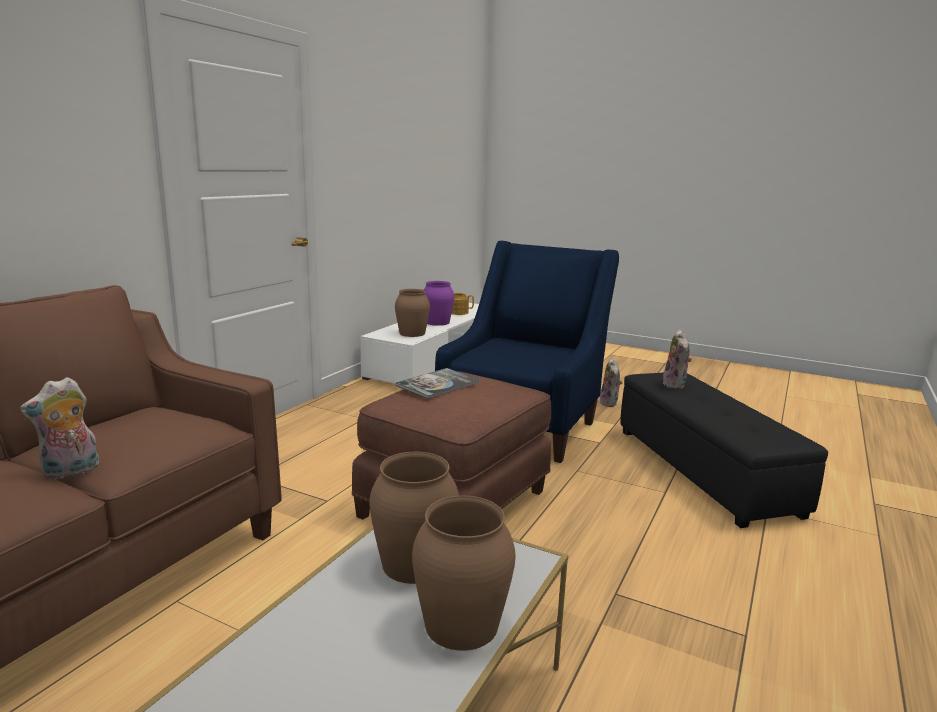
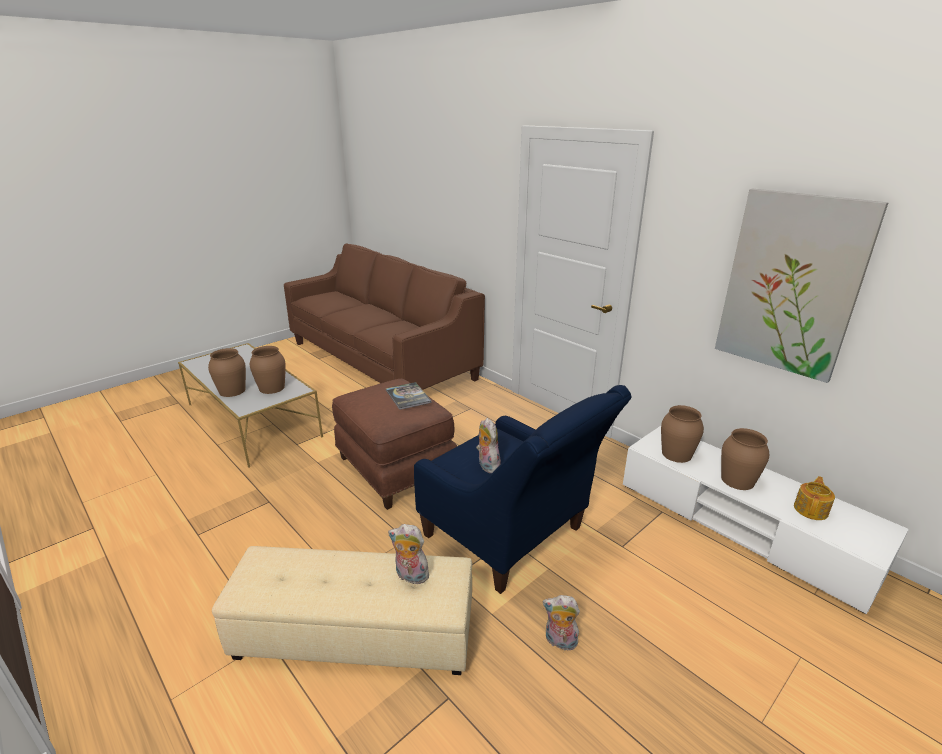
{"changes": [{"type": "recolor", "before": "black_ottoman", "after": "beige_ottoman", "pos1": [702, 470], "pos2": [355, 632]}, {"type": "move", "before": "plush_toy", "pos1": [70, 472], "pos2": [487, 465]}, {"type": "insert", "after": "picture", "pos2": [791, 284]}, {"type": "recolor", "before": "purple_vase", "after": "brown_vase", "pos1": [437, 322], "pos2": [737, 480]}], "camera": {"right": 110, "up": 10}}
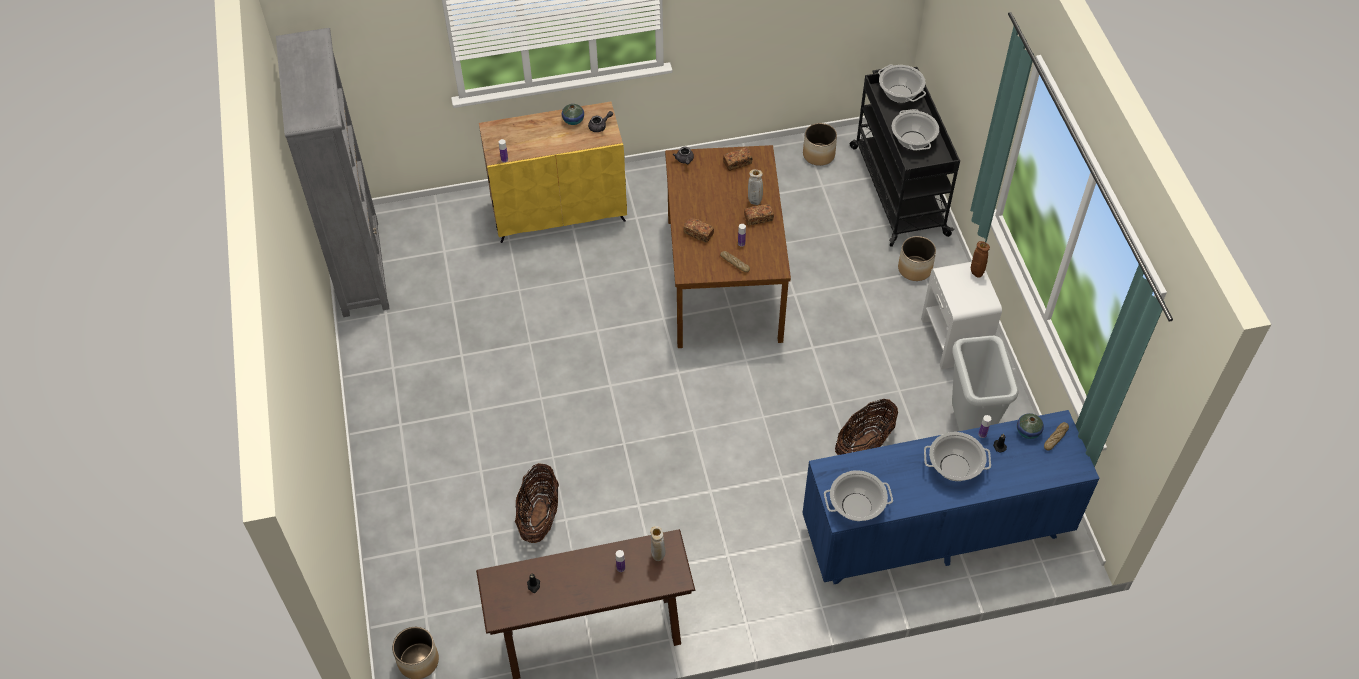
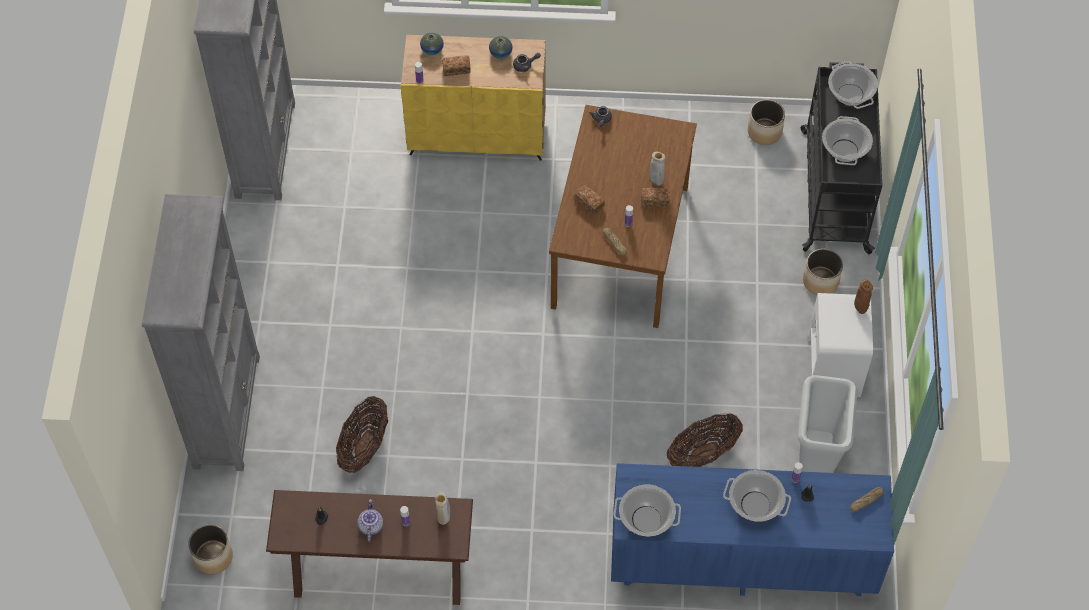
{"changes": [{"type": "insert", "after": "grey_bookcase", "pos2": [227, 411]}, {"type": "insert", "after": "teapot", "pos2": [370, 526]}, {"type": "move", "before": "vase", "pos1": [1028, 431], "pos2": [432, 49]}, {"type": "move", "before": "bread", "pos1": [737, 163], "pos2": [456, 69]}], "camera": {"right": 15, "up": 5}}
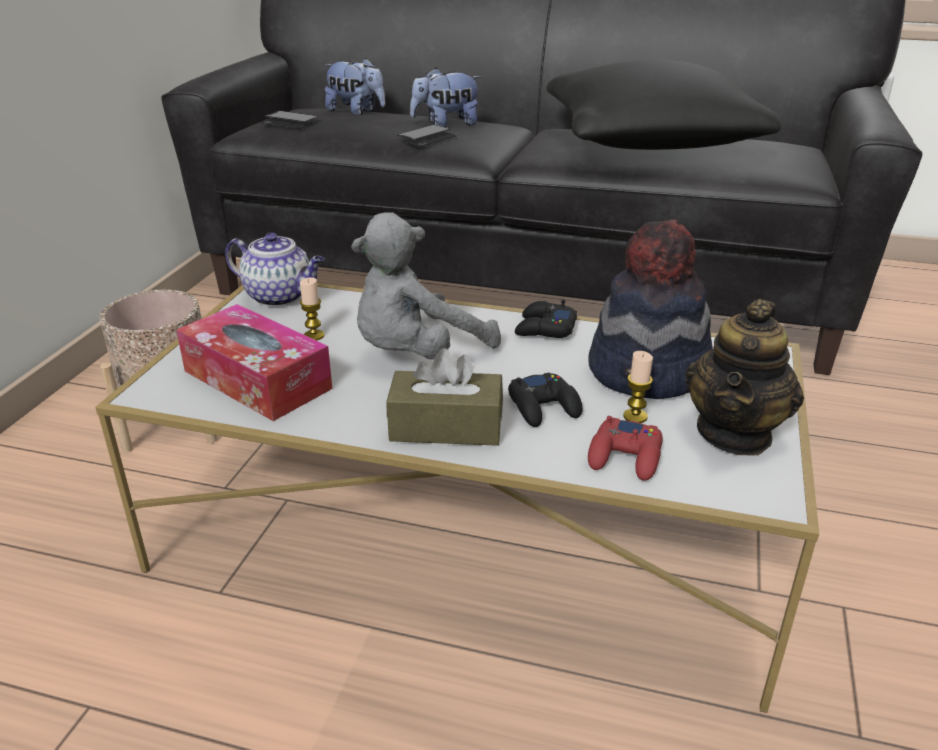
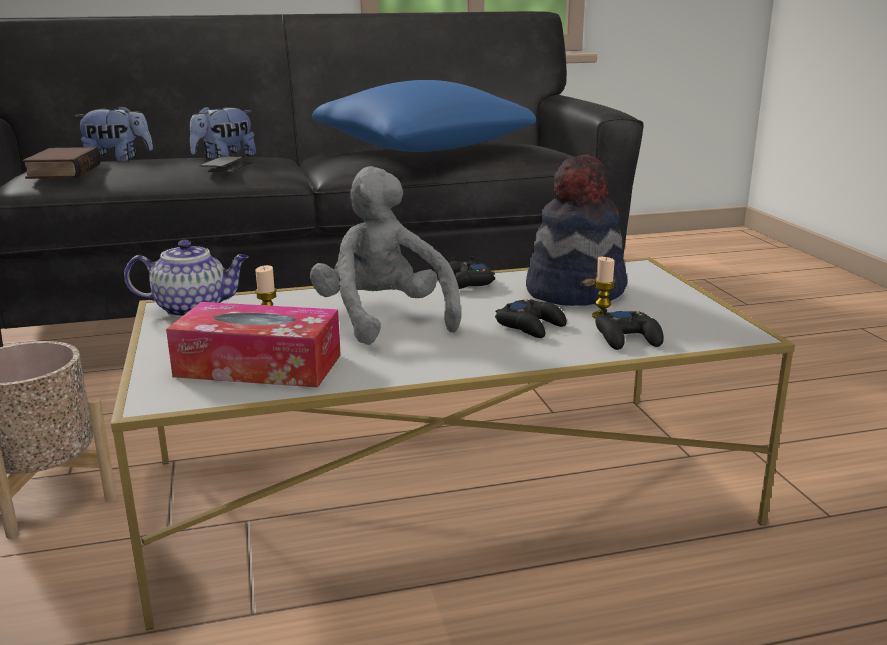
{"changes": [{"type": "replace", "before": "phone", "after": "book", "pos1": [289, 122], "pos2": [62, 171]}, {"type": "rotate", "before": "grey_plush_toy", "pos1": [417, 354], "pos2": [383, 319], "turn": 135}, {"type": "recolor", "before": "black_pillow", "after": "blue_pillow", "pos1": [649, 141], "pos2": [422, 148]}, {"type": "recolor", "before": "red_game_controller", "after": "black_game_controller", "pos1": [626, 457], "pos2": [628, 338]}, {"type": "delete", "before": "brown_tissue_box", "pos1": [446, 427]}, {"type": "delete", "before": "teapot", "pos1": [735, 433]}], "camera": {"right": -30, "up": -10}}
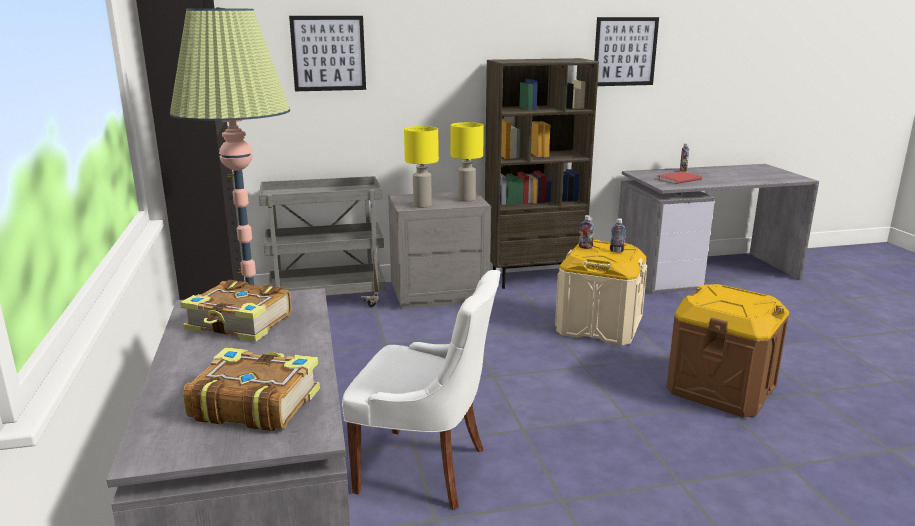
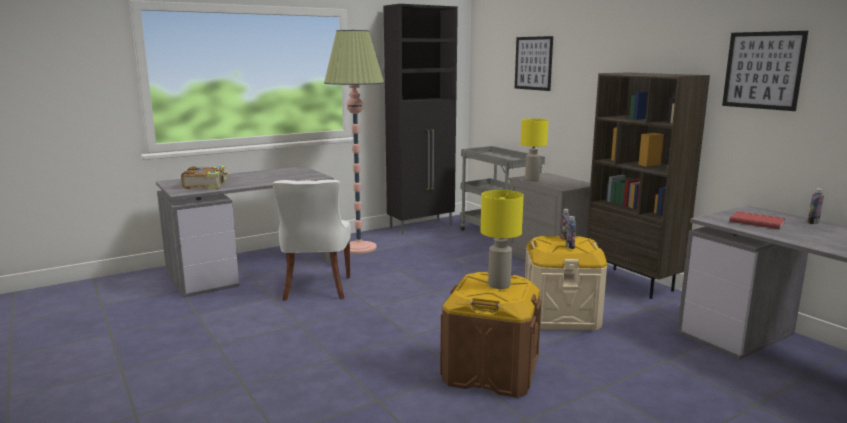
{"changes": [{"type": "move", "before": "yellow_table_lamp", "pos1": [466, 199], "pos2": [498, 285]}, {"type": "delete", "before": "book", "pos1": [240, 324]}], "camera": {"right": 70, "up": -5}}
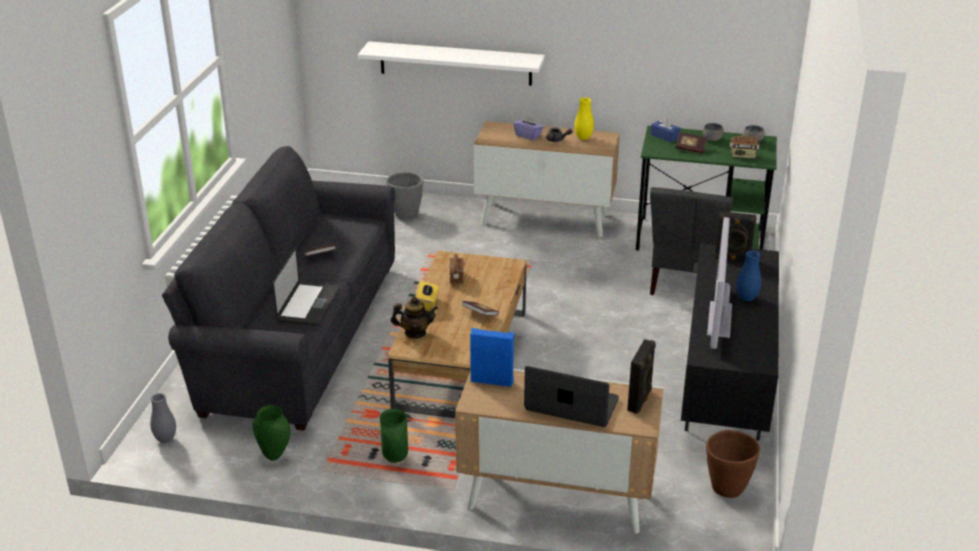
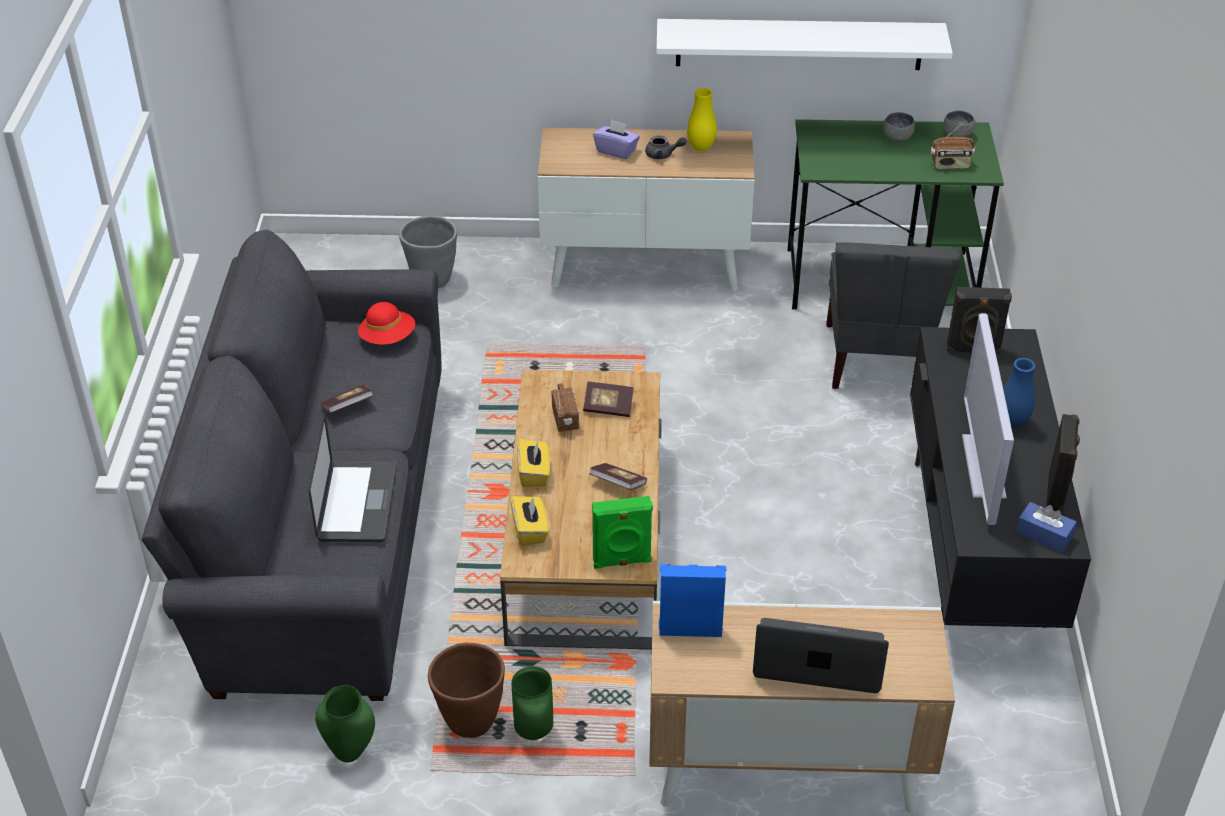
{"changes": [{"type": "insert", "after": "red_hat", "pos2": [388, 338]}, {"type": "move", "before": "brown_planter", "pos1": [727, 488], "pos2": [470, 721]}, {"type": "replace", "before": "teapot", "after": "yellow_tissue_box", "pos1": [415, 333], "pos2": [530, 530]}, {"type": "move", "before": "book", "pos1": [690, 148], "pos2": [608, 407]}, {"type": "insert", "after": "green_speaker", "pos2": [622, 562]}, {"type": "move", "before": "white_shelf", "pos1": [455, 63], "pos2": [799, 44]}, {"type": "move", "before": "blue_tissue_box", "pos1": [664, 136], "pos2": [1044, 534]}, {"type": "move", "before": "black_speaker", "pos1": [640, 400], "pos2": [1056, 493]}, {"type": "delete", "before": "grey_vase", "pos1": [165, 439]}], "camera": {"right": -10, "up": 10}}
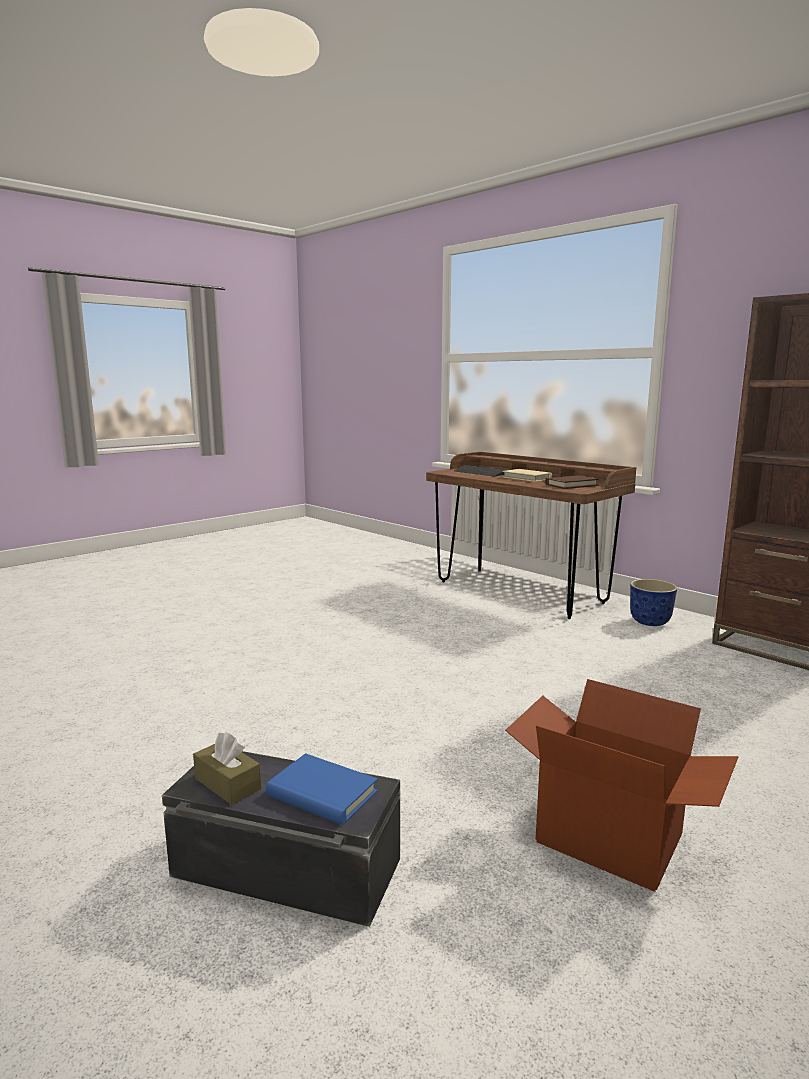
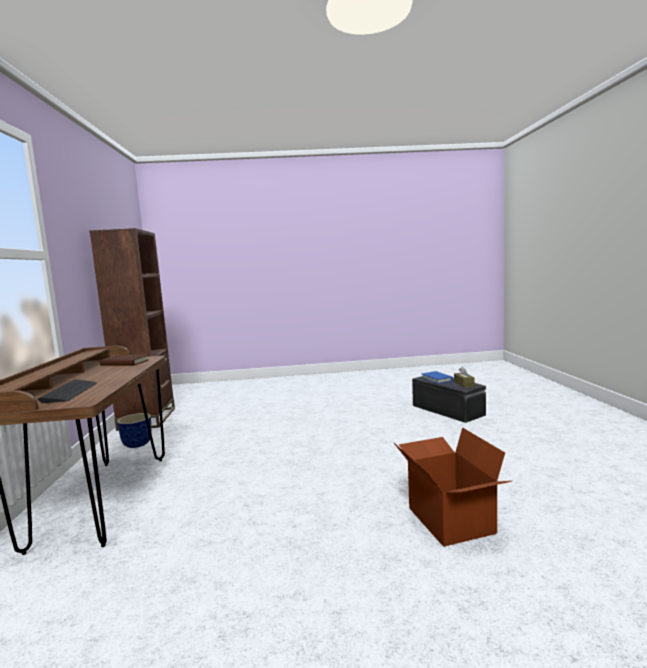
{"changes": [{"type": "move", "before": "cardboard_box", "pos1": [610, 836], "pos2": [448, 520]}, {"type": "delete", "before": "beige_book", "pos1": [527, 478]}], "camera": {"right": -140, "up": -5}}
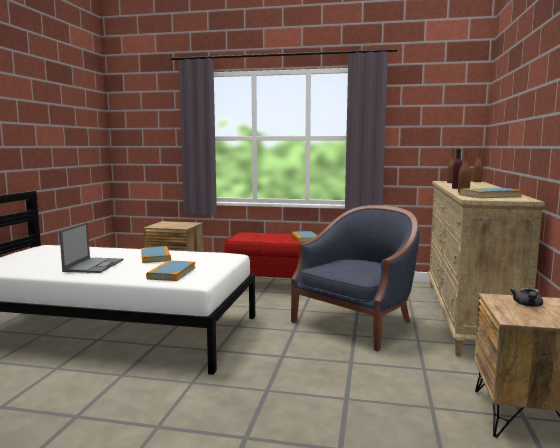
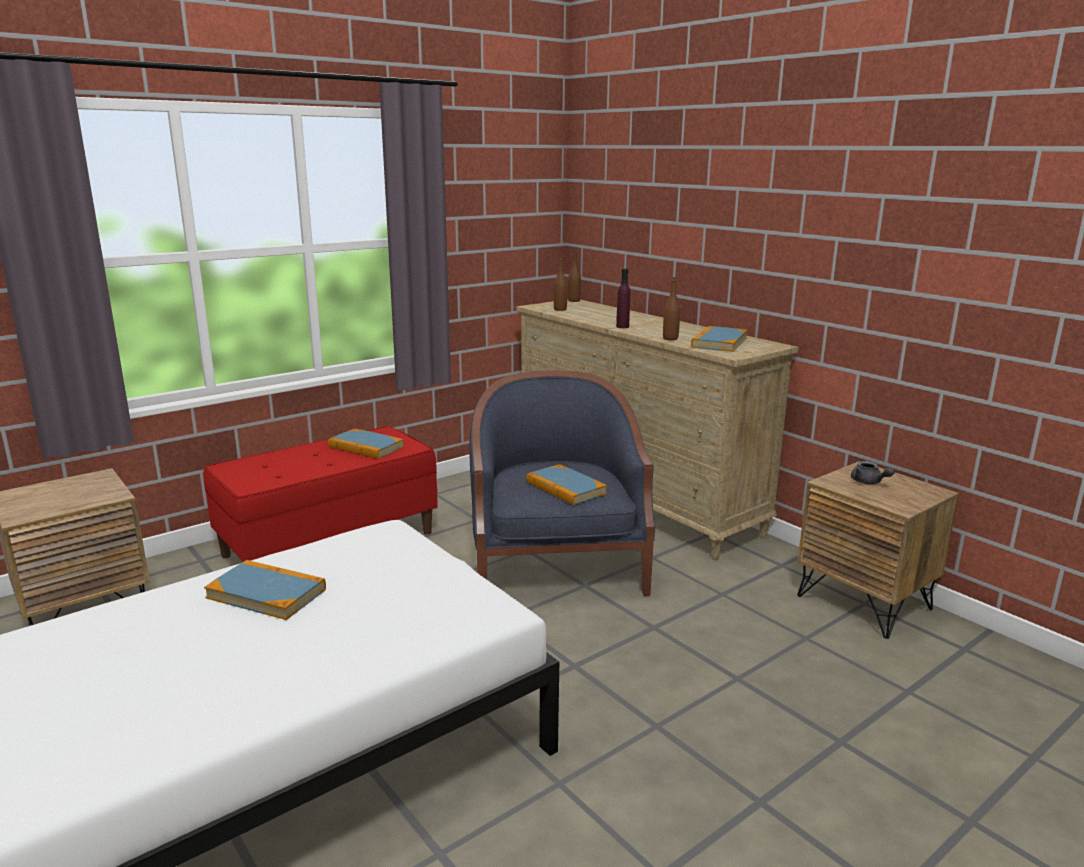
{"changes": [{"type": "move", "before": "book", "pos1": [172, 273], "pos2": [565, 488]}, {"type": "delete", "before": "laptop", "pos1": [94, 265]}], "camera": {"right": -50, "up": 10}}
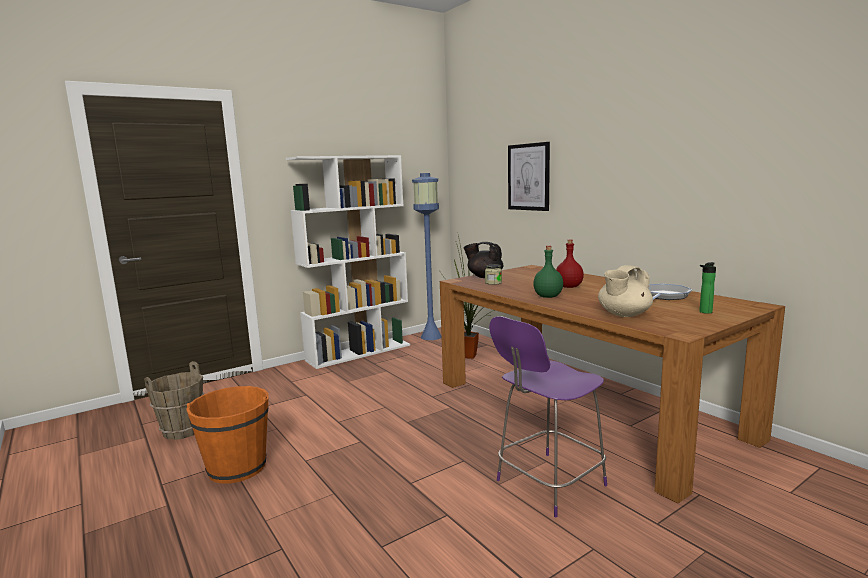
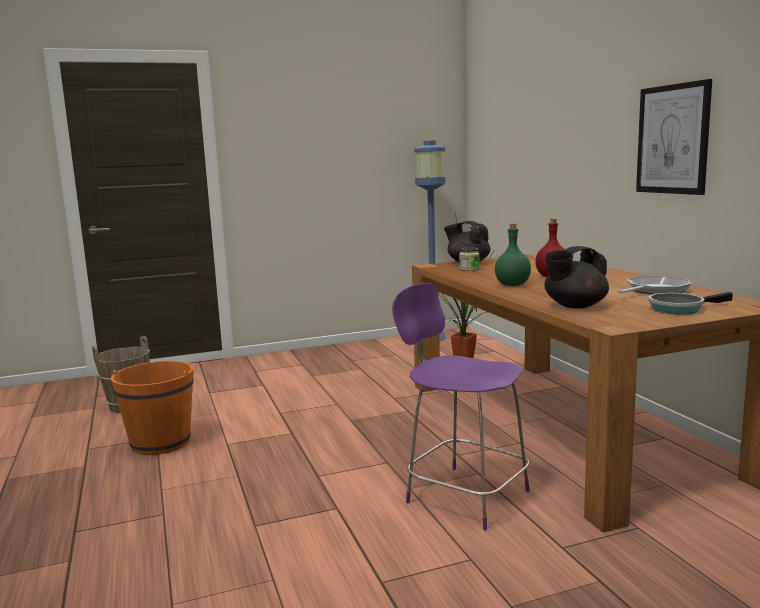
{"changes": [{"type": "rotate", "before": "purple_chair", "pos1": [548, 484], "pos2": [464, 495], "turn": 60}, {"type": "recolor", "before": "beige_teapot", "after": "black_teapot", "pos1": [623, 315], "pos2": [574, 306]}, {"type": "move", "before": "picture", "pos1": [528, 177], "pos2": [673, 139]}, {"type": "replace", "before": "bottle", "after": "frying_pan", "pos1": [704, 312], "pos2": [679, 308]}, {"type": "delete", "before": "white_bookcase", "pos1": [359, 352]}], "camera": {"right": 15, "up": 0}}
